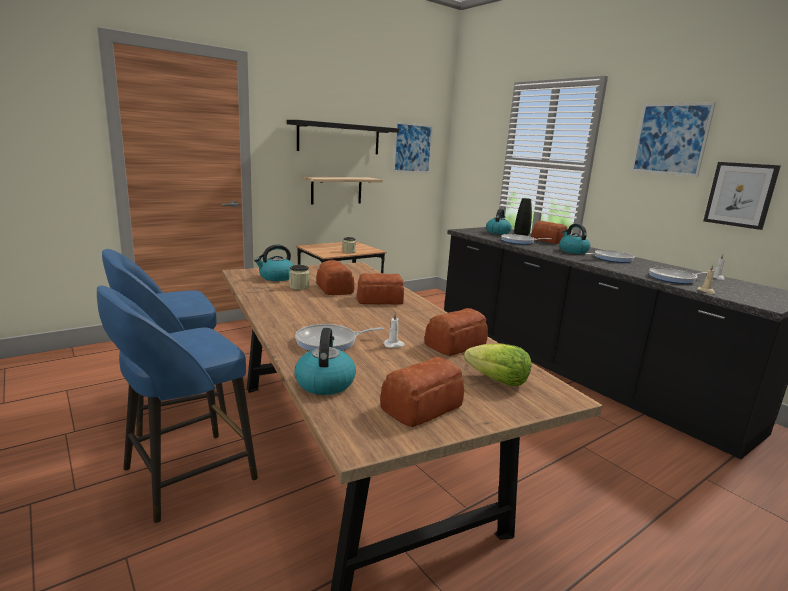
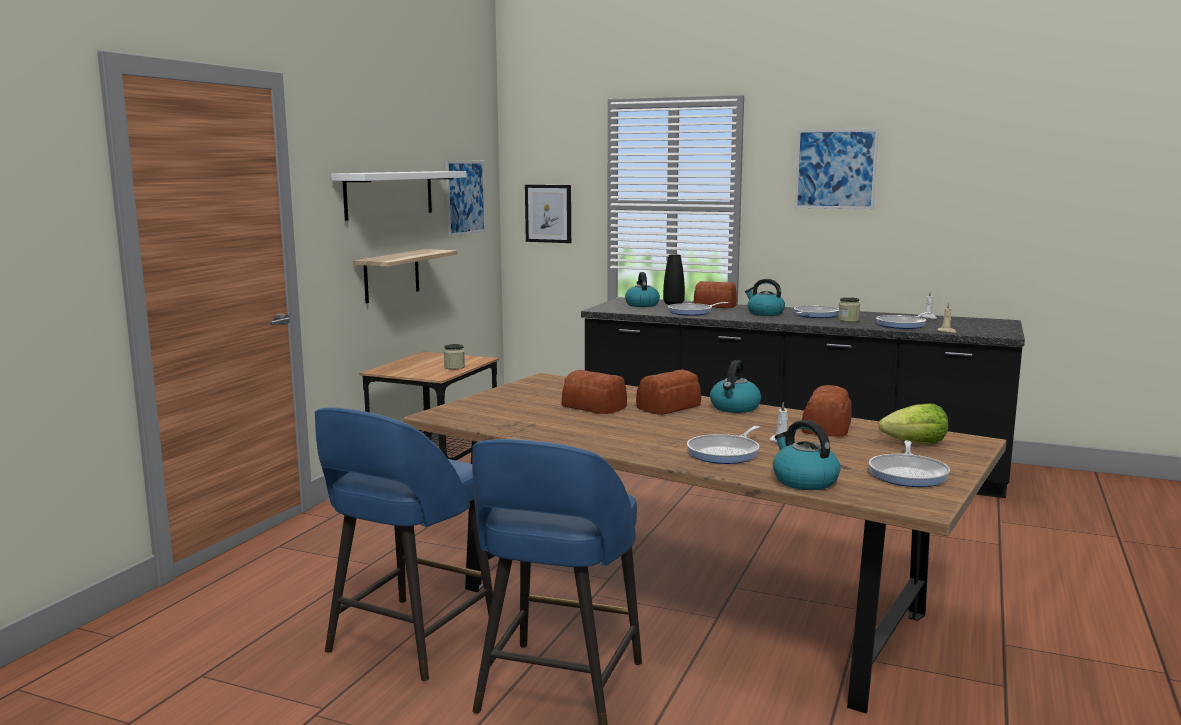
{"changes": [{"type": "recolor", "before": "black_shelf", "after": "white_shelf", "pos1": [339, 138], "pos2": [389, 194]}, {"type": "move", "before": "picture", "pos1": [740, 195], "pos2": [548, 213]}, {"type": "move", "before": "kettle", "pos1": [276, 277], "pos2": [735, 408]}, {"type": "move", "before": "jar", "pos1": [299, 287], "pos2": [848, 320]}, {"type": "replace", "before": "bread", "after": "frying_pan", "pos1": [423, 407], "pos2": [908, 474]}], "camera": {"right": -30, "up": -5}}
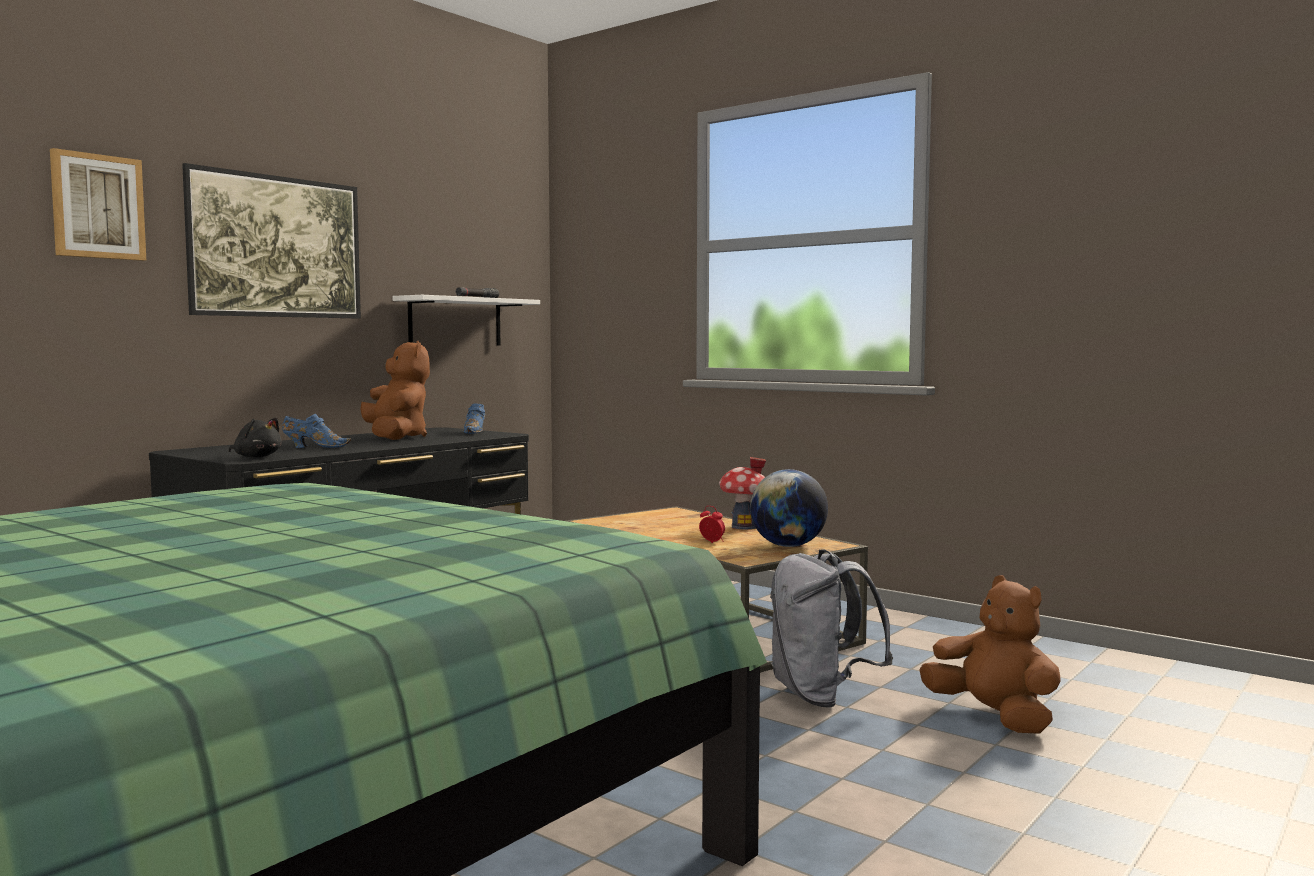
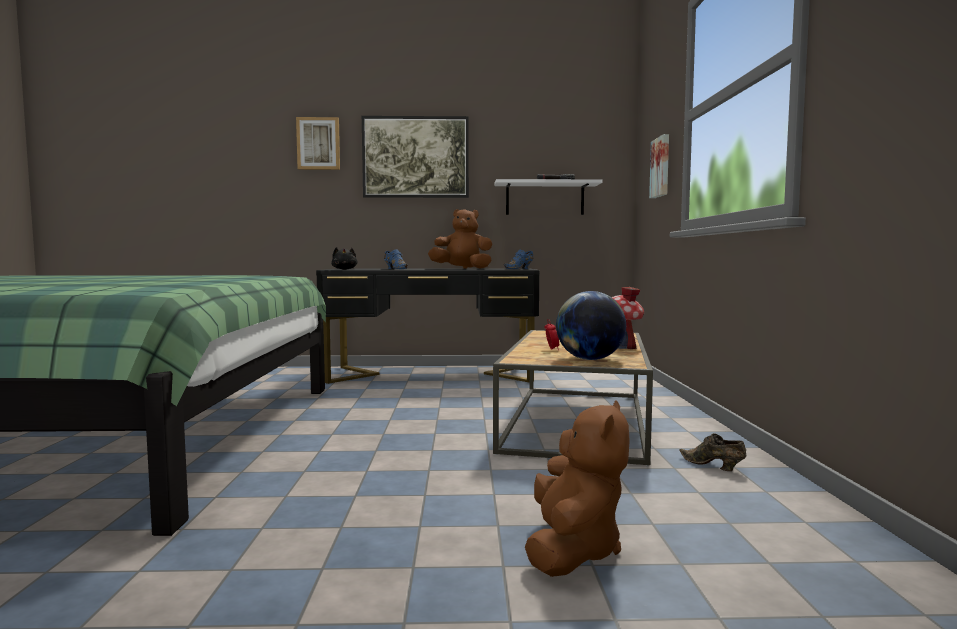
{"changes": [{"type": "rotate", "before": "brown_plush_toy", "pos1": [396, 437], "pos2": [462, 268], "turn": -105}, {"type": "insert", "after": "picture", "pos2": [661, 167]}, {"type": "insert", "after": "brown_shoe", "pos2": [713, 466]}, {"type": "delete", "before": "grey_backpack", "pos1": [821, 696]}], "camera": {"right": 50, "up": 0}}
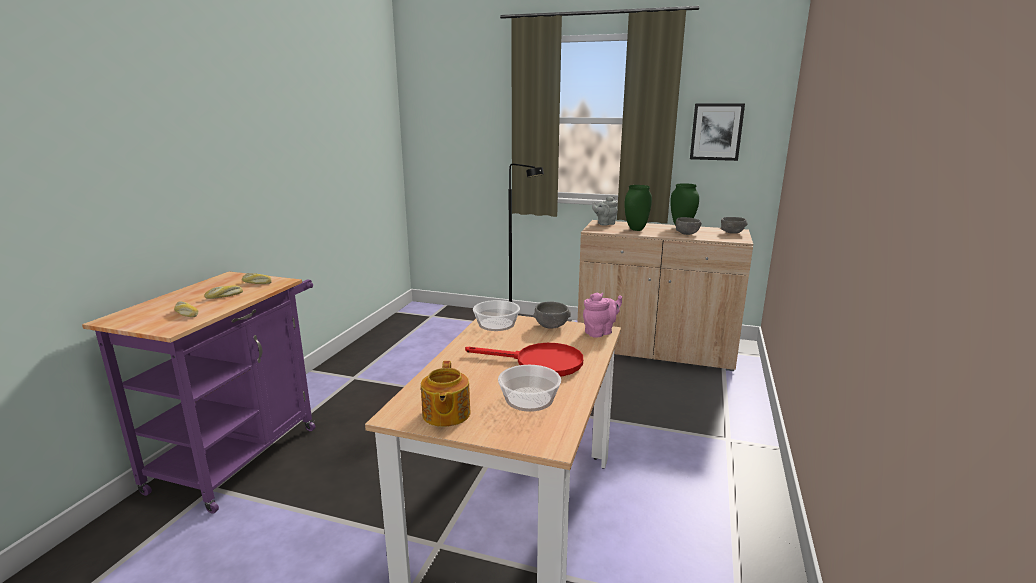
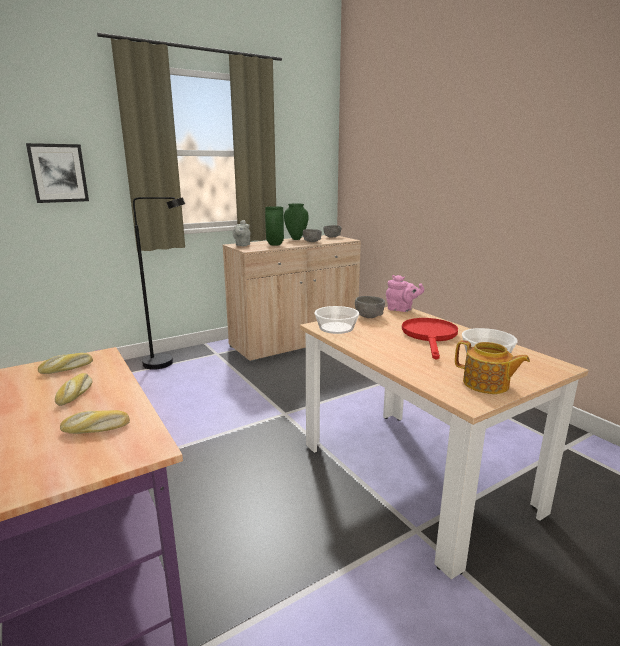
{"changes": [{"type": "move", "before": "picture", "pos1": [716, 131], "pos2": [58, 173]}, {"type": "rotate", "before": "pink_teapot", "pos1": [600, 332], "pos2": [401, 310], "turn": 105}, {"type": "rotate", "before": "red_frying_pan", "pos1": [539, 363], "pos2": [430, 336], "turn": -45}], "camera": {"right": -50, "up": 0}}
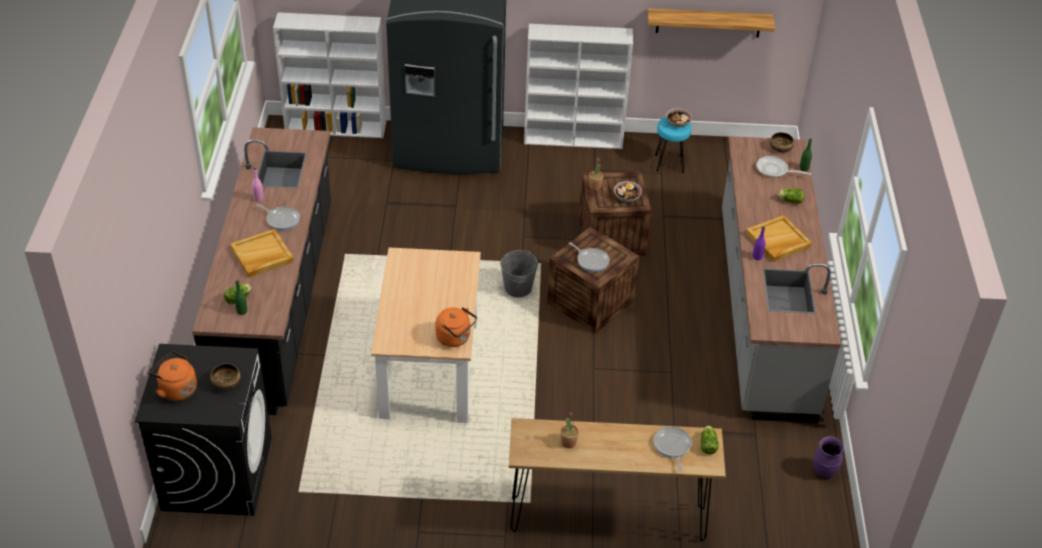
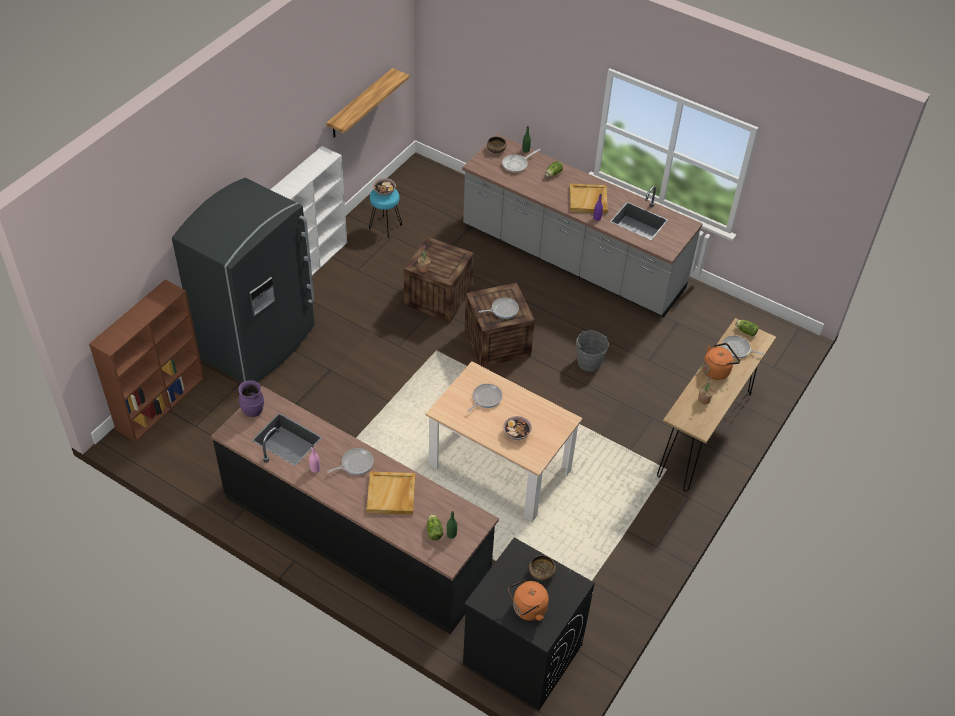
{"changes": [{"type": "recolor", "before": "white_bookcase", "after": "brown_bookcase", "pos1": [337, 127], "pos2": [161, 402]}, {"type": "move", "before": "purple_vase", "pos1": [824, 472], "pos2": [253, 411]}, {"type": "insert", "after": "frying_pan", "pos2": [485, 398]}, {"type": "move", "before": "bowl", "pos1": [627, 197], "pos2": [517, 433]}, {"type": "move", "before": "grey_bucket", "pos1": [518, 288], "pos2": [589, 362]}, {"type": "move", "before": "orange_kettle", "pos1": [455, 338], "pos2": [717, 370]}], "camera": {"right": -60, "up": 5}}
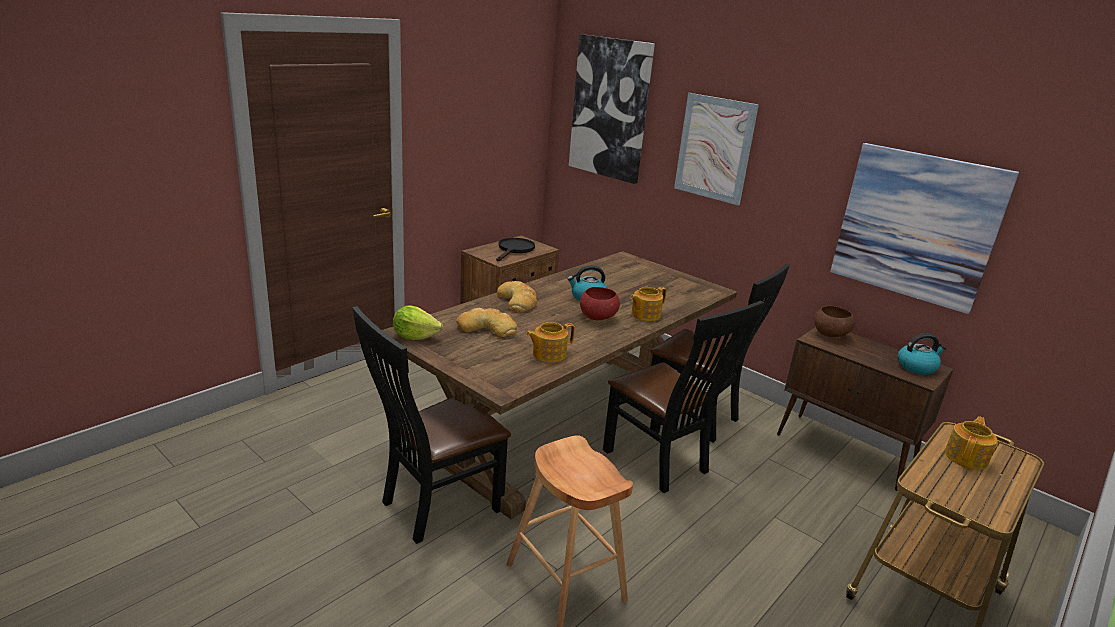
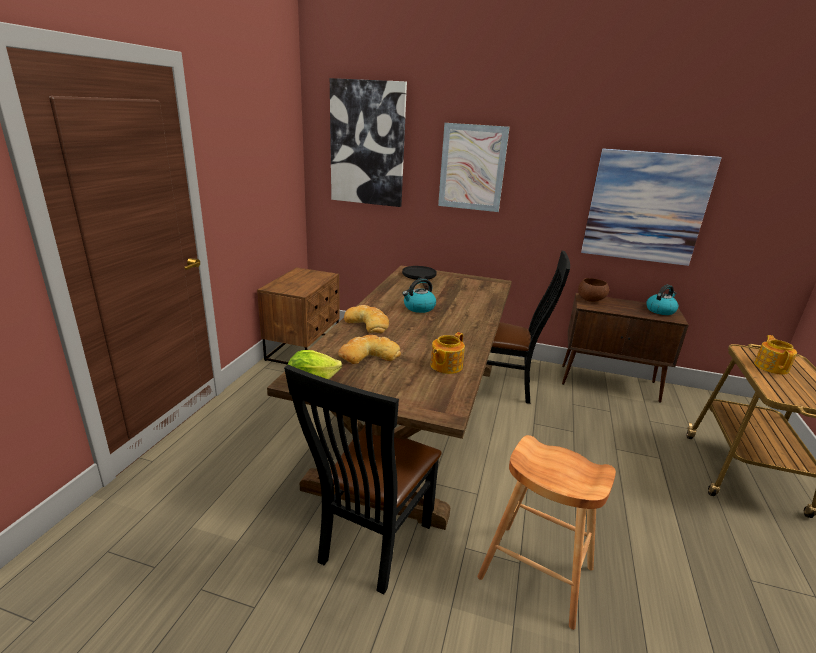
{"changes": [{"type": "move", "before": "black_frying_pan", "pos1": [514, 250], "pos2": [420, 277]}, {"type": "delete", "before": "red_bowl", "pos1": [598, 317]}, {"type": "delete", "before": "black_chair", "pos1": [661, 463]}, {"type": "delete", "before": "teapot", "pos1": [645, 315]}], "camera": {"right": -25, "up": 0}}
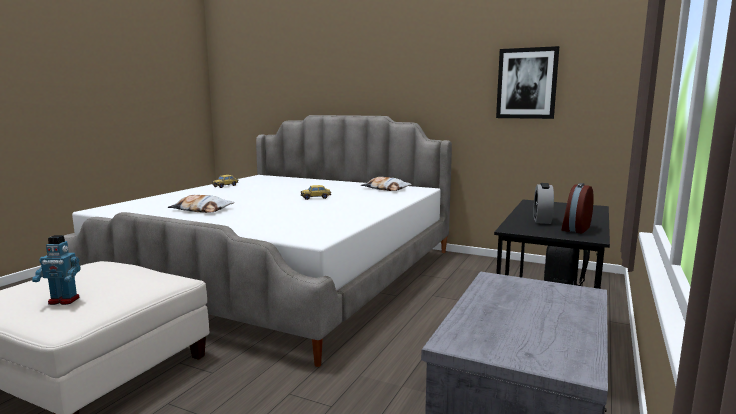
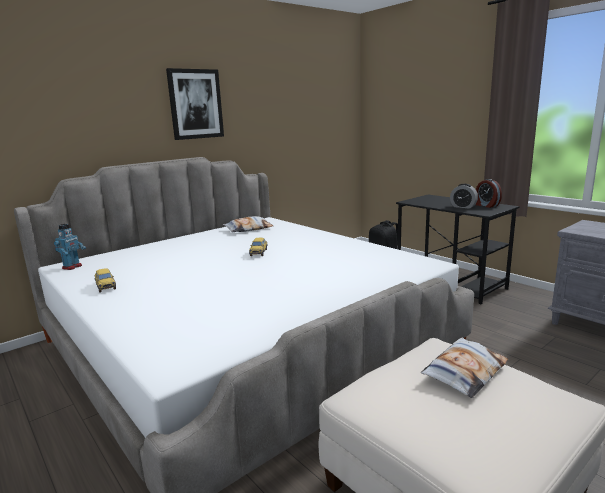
{"changes": [{"type": "move", "before": "toy_robot", "pos1": [63, 301], "pos2": [72, 267]}, {"type": "move", "before": "picture", "pos1": [526, 83], "pos2": [195, 104]}, {"type": "move", "before": "pillow", "pos1": [201, 210], "pos2": [464, 372]}], "camera": {"right": -65, "up": 5}}
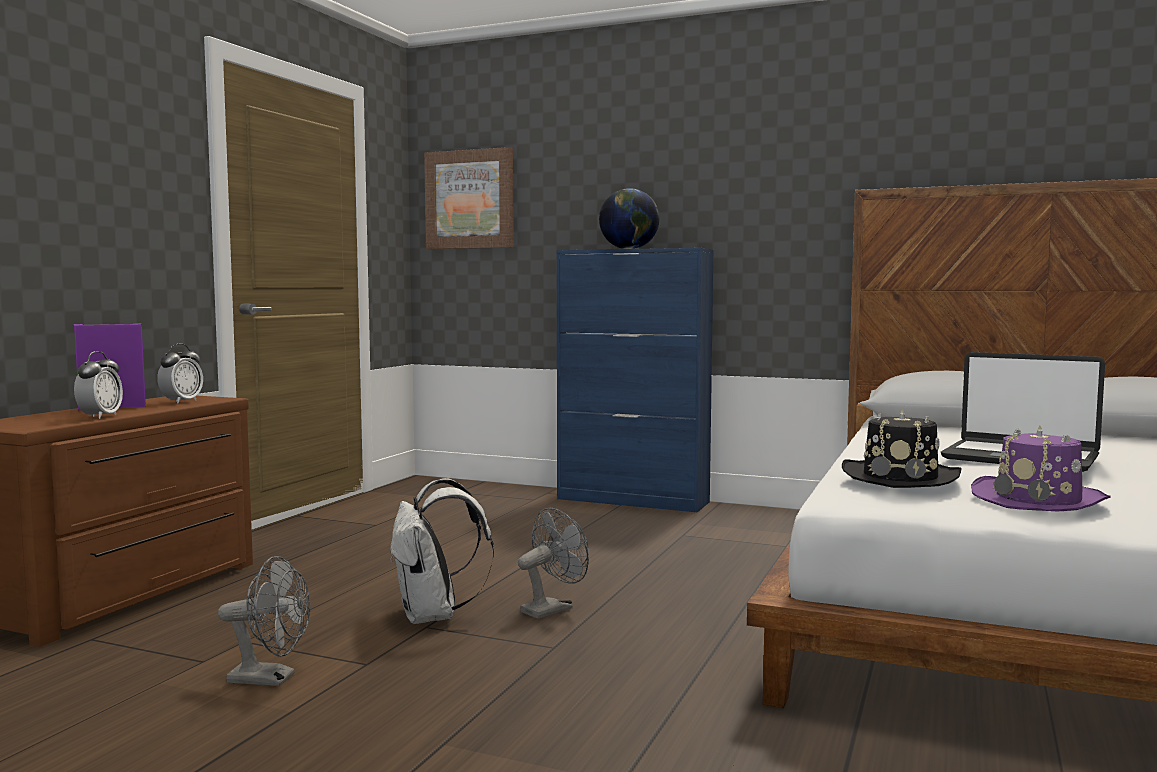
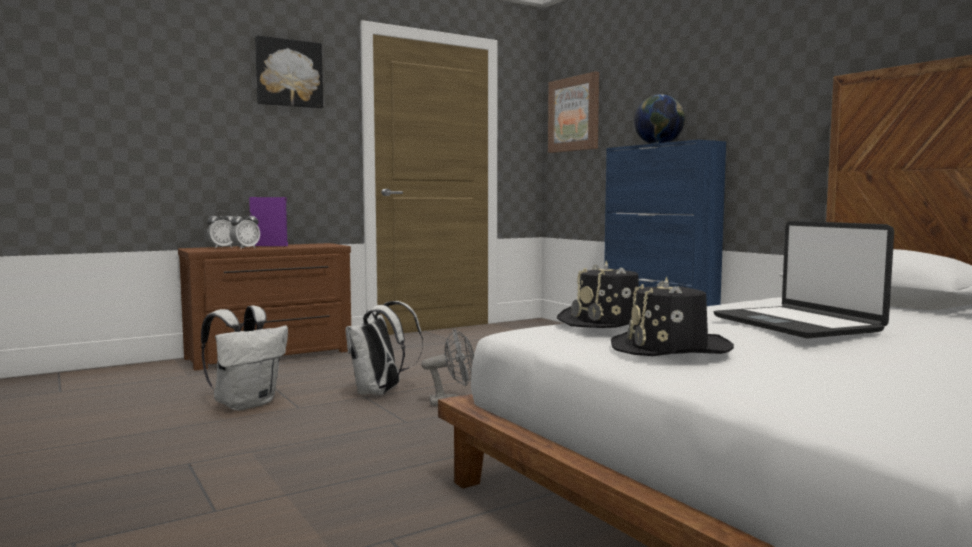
{"changes": [{"type": "replace", "before": "grey_fan", "after": "white_backpack", "pos1": [271, 679], "pos2": [246, 404]}, {"type": "move", "before": "alarm_clock", "pos1": [181, 401], "pos2": [222, 248]}, {"type": "insert", "after": "picture", "pos2": [289, 73]}, {"type": "recolor", "before": "purple_hat", "after": "black_hat", "pos1": [1039, 499], "pos2": [670, 349]}], "camera": {"right": 35, "up": 0}}
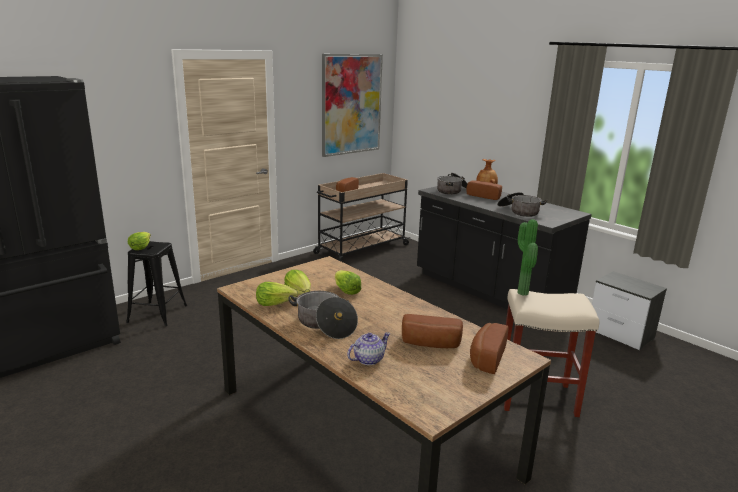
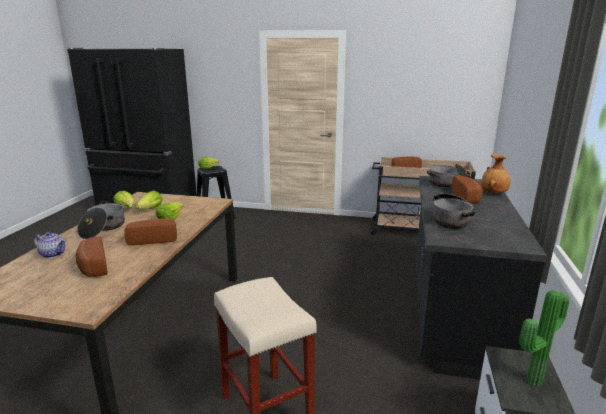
{"changes": [{"type": "move", "before": "bread", "pos1": [485, 357], "pos2": [153, 239]}, {"type": "move", "before": "potted_plant", "pos1": [520, 293], "pos2": [531, 379]}, {"type": "delete", "before": "picture", "pos1": [351, 104]}], "camera": {"right": 55, "up": 0}}
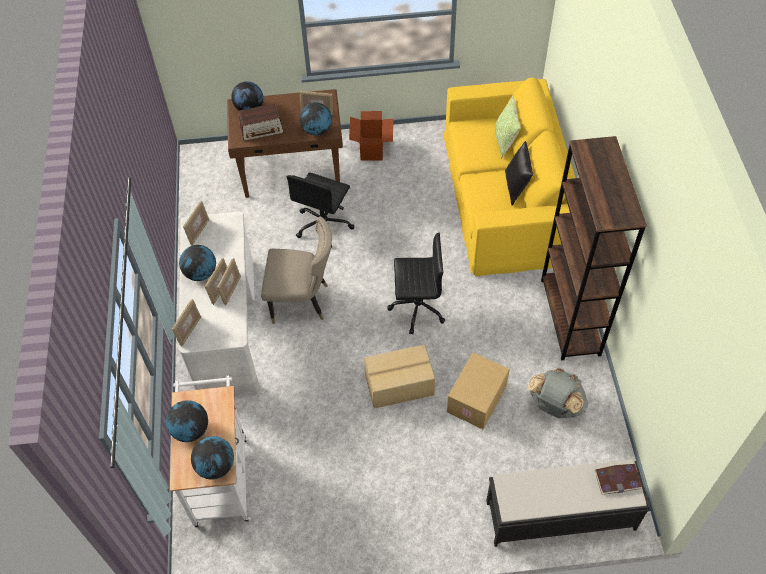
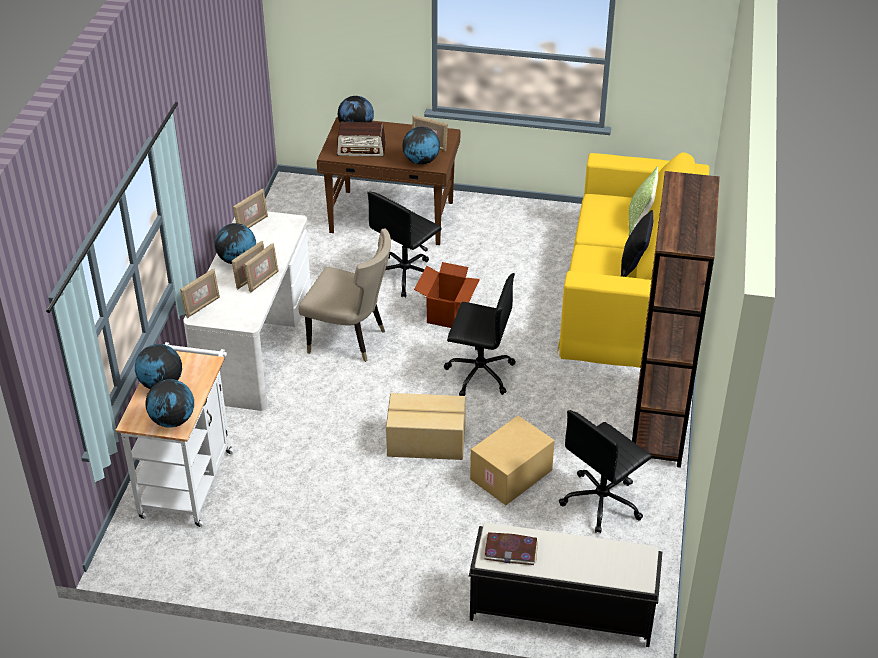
{"changes": [{"type": "move", "before": "cardboard_box", "pos1": [372, 149], "pos2": [447, 313]}, {"type": "move", "before": "book", "pos1": [617, 479], "pos2": [511, 550]}, {"type": "replace", "before": "grey_backpack", "after": "black_office_chair", "pos1": [554, 405], "pos2": [602, 502]}], "camera": {"right": 15, "up": -15}}
